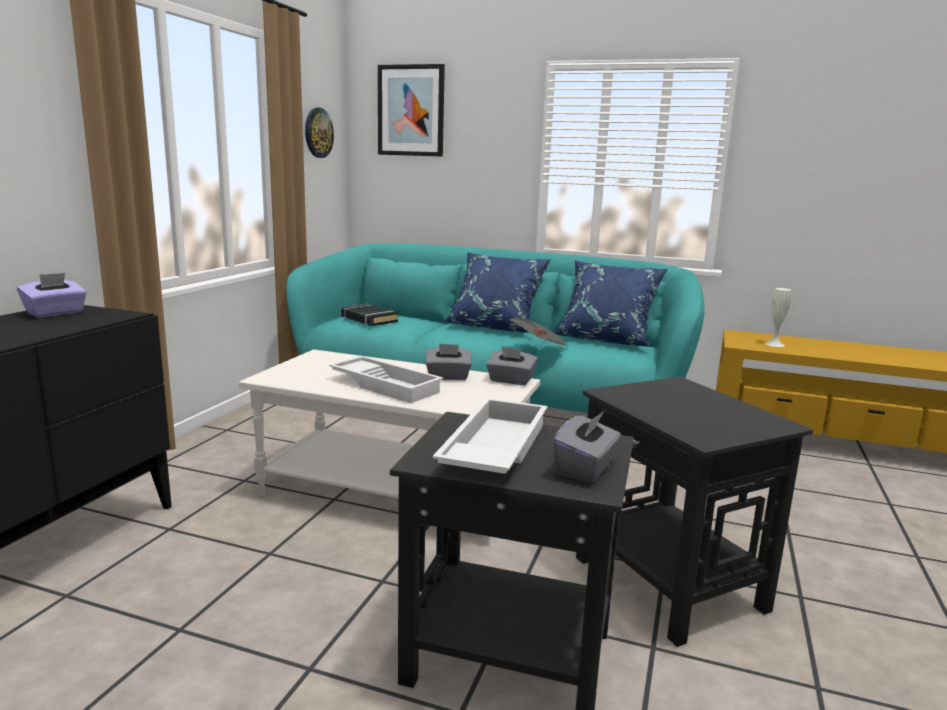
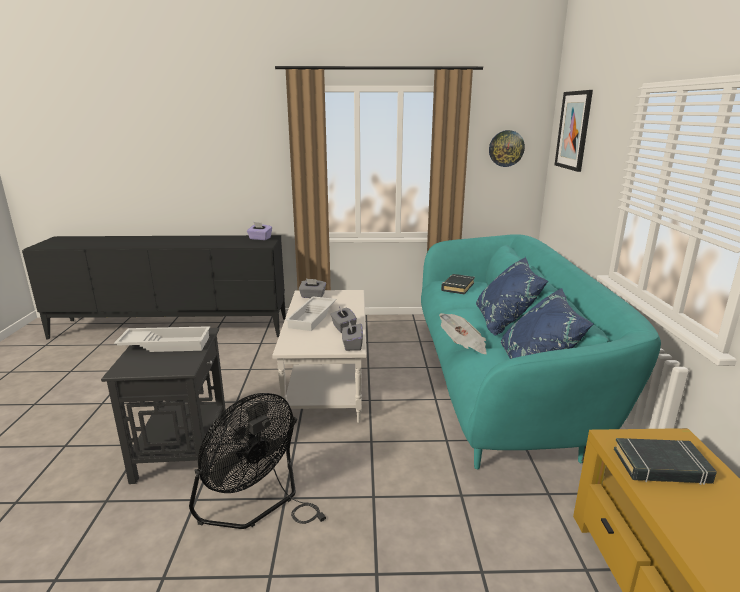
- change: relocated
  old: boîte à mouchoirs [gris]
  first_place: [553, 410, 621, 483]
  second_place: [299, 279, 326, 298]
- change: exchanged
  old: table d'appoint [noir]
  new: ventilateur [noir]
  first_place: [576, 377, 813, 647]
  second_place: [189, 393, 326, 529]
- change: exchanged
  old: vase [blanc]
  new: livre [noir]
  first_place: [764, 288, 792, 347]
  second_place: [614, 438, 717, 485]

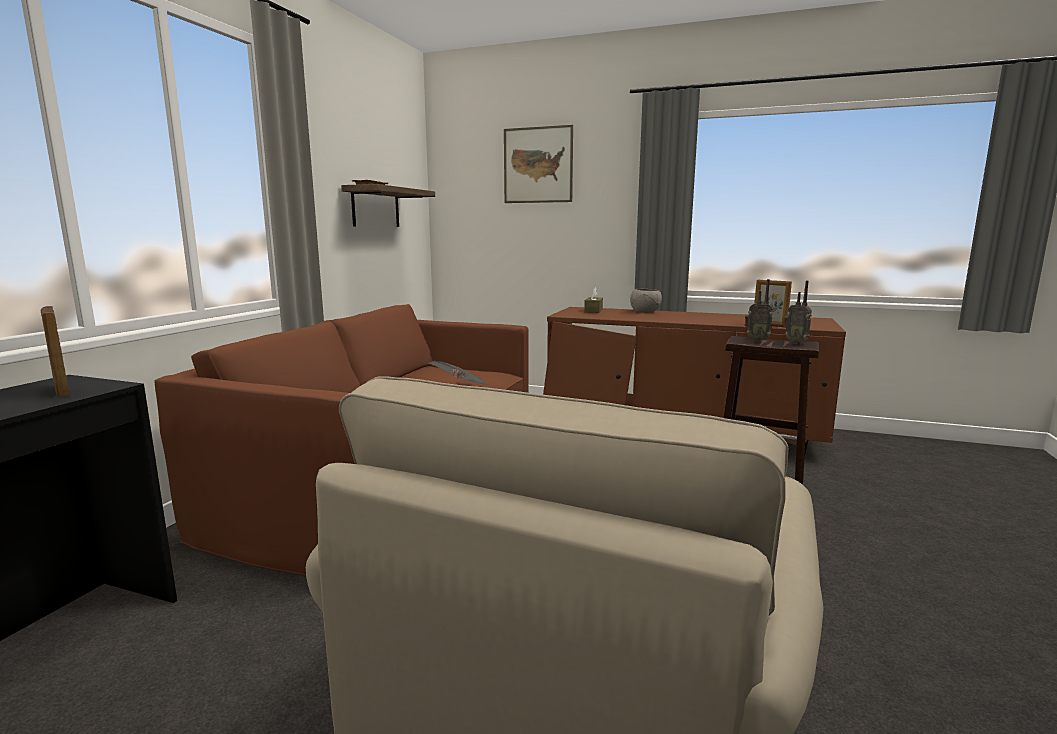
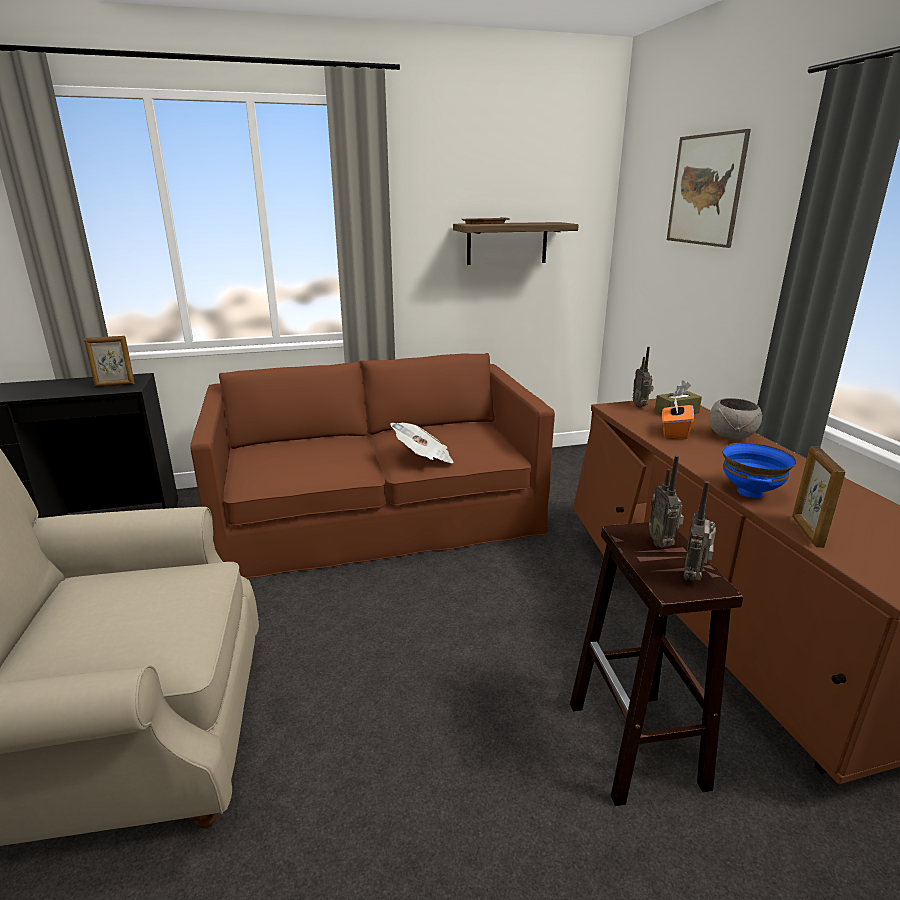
- change: spun
  old: cadre photo
  first_place: [41, 306, 70, 397]
  second_place: [84, 336, 135, 387]
  degrees: -120
- change: appeared
  new: radio
  second_place: [633, 347, 654, 408]
- change: appeared
  new: boîte à mouchoirs [orange]
  second_place: [662, 397, 694, 440]
- change: appeared
  new: bol [bleu]
  second_place: [722, 443, 796, 498]

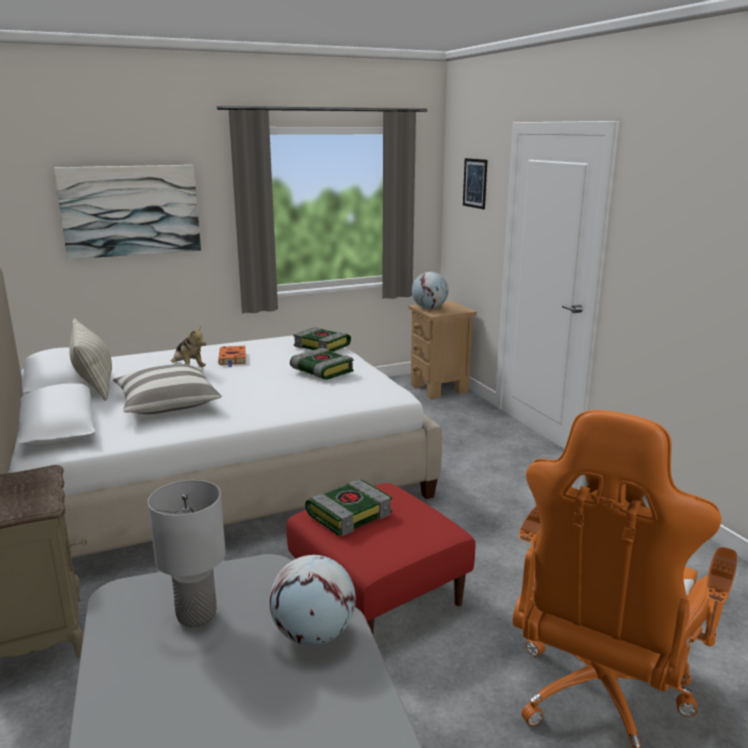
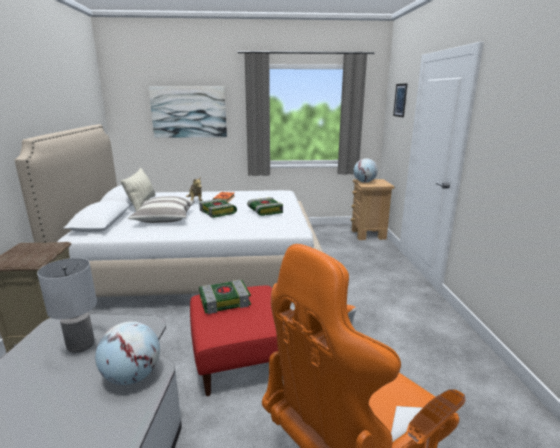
- change: relocated
  old: livre
  first_place: [293, 328, 351, 352]
  second_place: [199, 199, 237, 218]

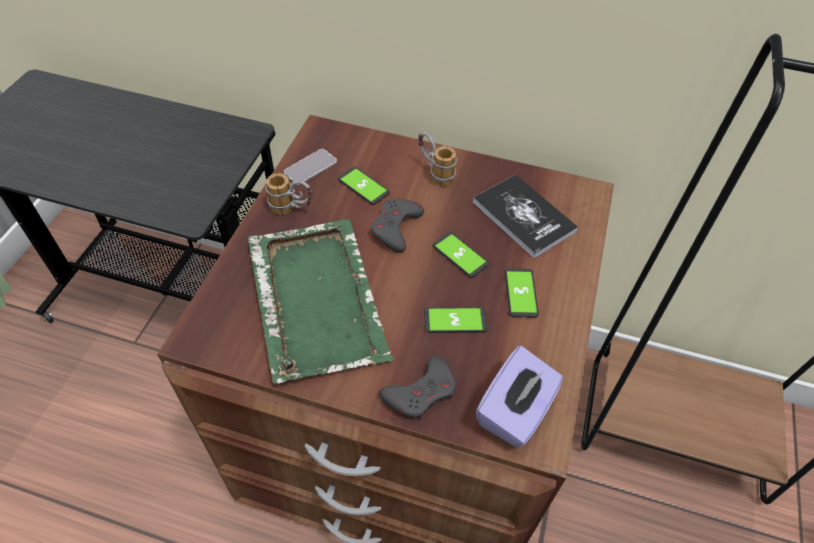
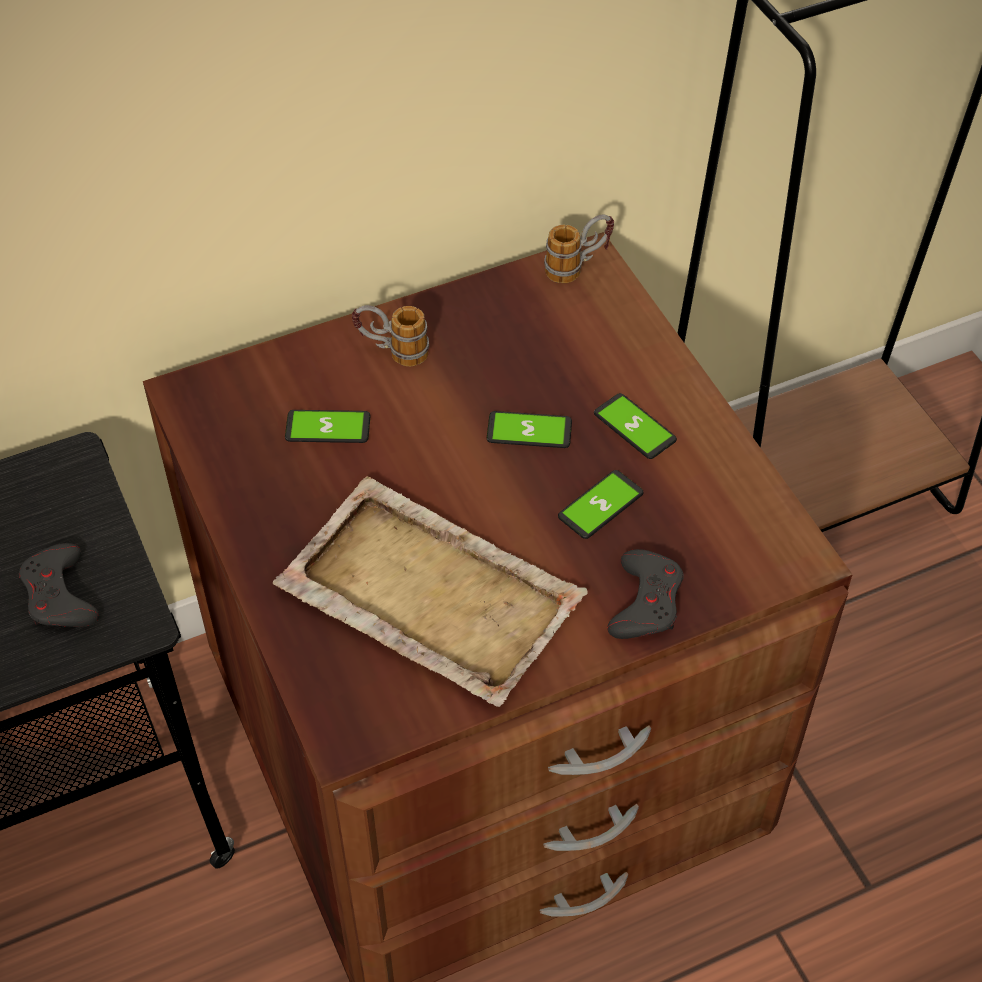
- change: colour
  old: plateau [vert]
  new: plateau [beige]
  first_place: [248, 219, 394, 384]
  second_place: [273, 476, 587, 707]
- change: relocated
  old: mug
  first_place: [266, 173, 313, 215]
  second_place: [544, 214, 614, 283]
- change: missing
  old: téléphone
  first_place: [284, 149, 337, 185]
- change: relocated
  old: manette [gris]
  first_place: [371, 199, 424, 253]
  second_place: [19, 543, 99, 627]
- change: missing
  old: livre
  first_place: [473, 174, 578, 258]
- change: missing
  old: boîte à mouchoirs [violet]
  first_place: [476, 346, 563, 447]

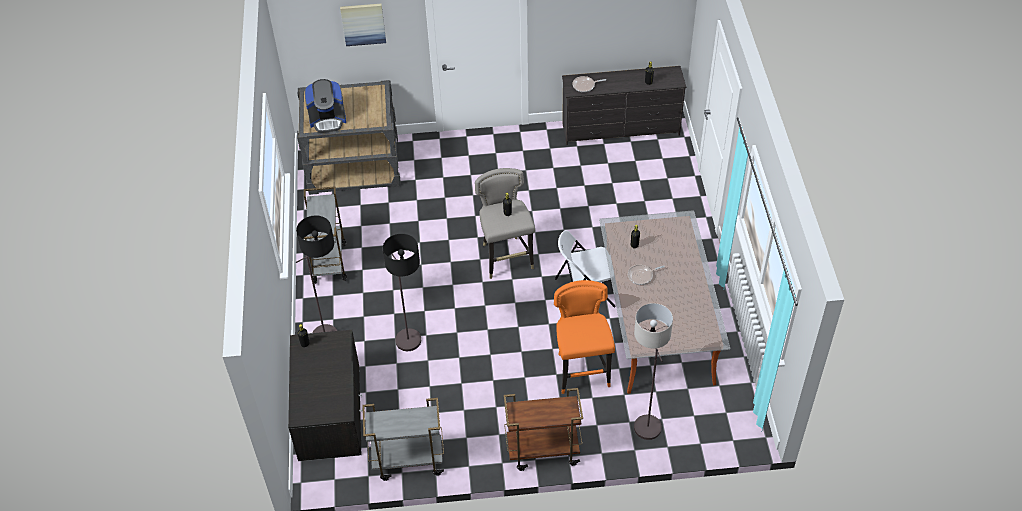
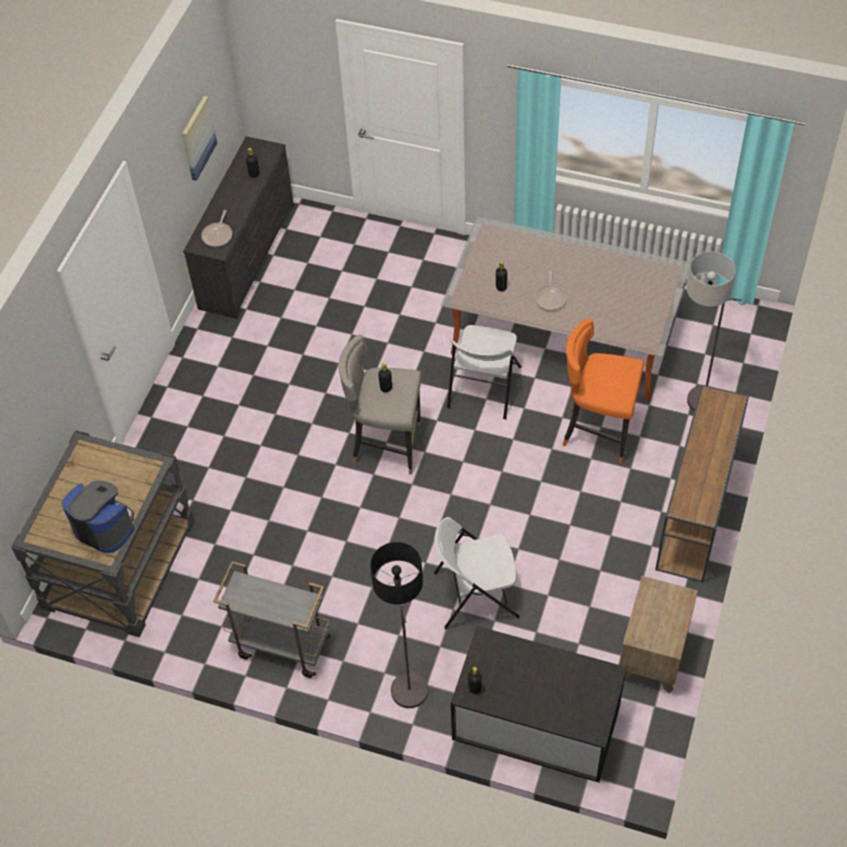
- change: spun
  old: machine à café
  first_place: [305, 79, 346, 133]
  second_place: [62, 480, 135, 553]
  degrees: -75
- change: relocated
  old: tableau
  first_place: [340, 4, 386, 46]
  second_place: [182, 96, 217, 181]
- change: exchanged
  old: chariot [gris]
  new: table de chevet [marron]
  first_place: [362, 398, 444, 481]
  second_place: [620, 576, 698, 693]
- change: exchanged
  old: lampadaire [noir]
  new: chaise [blanc]
  first_place: [383, 234, 421, 351]
  second_place: [434, 517, 520, 629]
- change: exchanged
  old: chariot [marron]
  new: table console [marron]
  first_place: [504, 388, 583, 471]
  second_place: [655, 385, 749, 582]

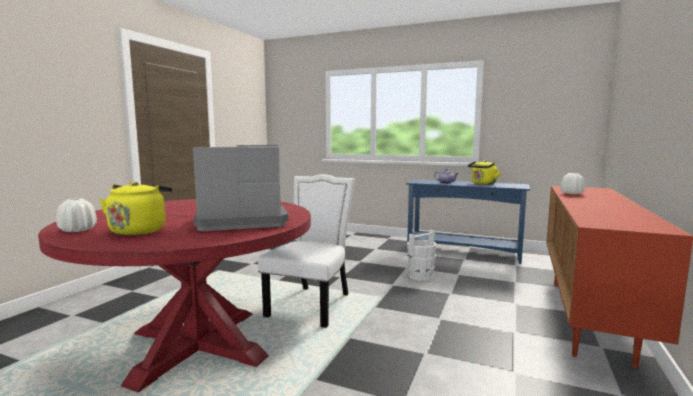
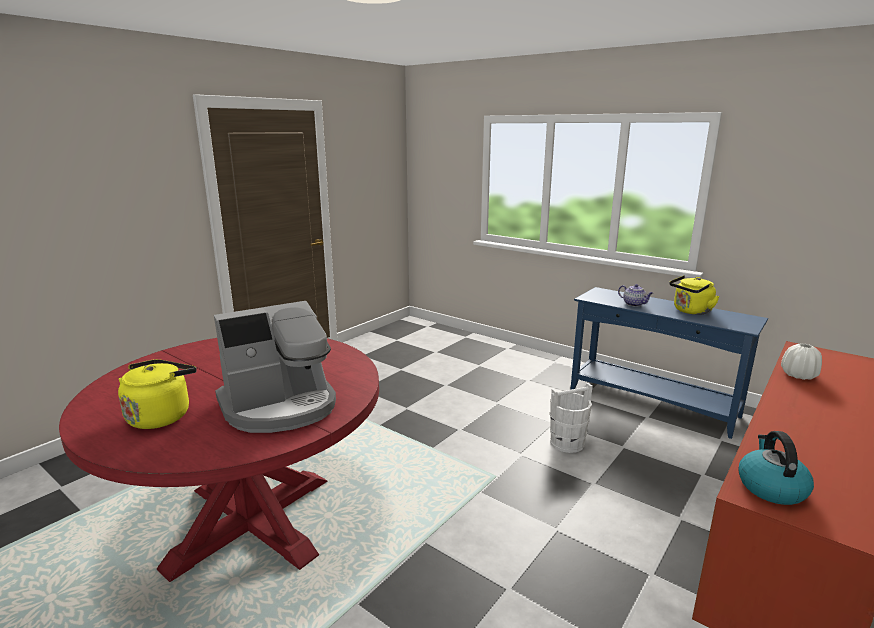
- change: missing
  old: vase [blanc]
  first_place: [56, 198, 97, 232]
- change: spun
  old: machine à café
  first_place: [193, 145, 288, 231]
  second_place: [214, 301, 336, 433]
  degrees: 150
- change: missing
  old: chaise [blanc]
  first_place: [258, 174, 355, 328]
- change: appeared
  new: bouilloire
  second_place: [738, 431, 814, 505]

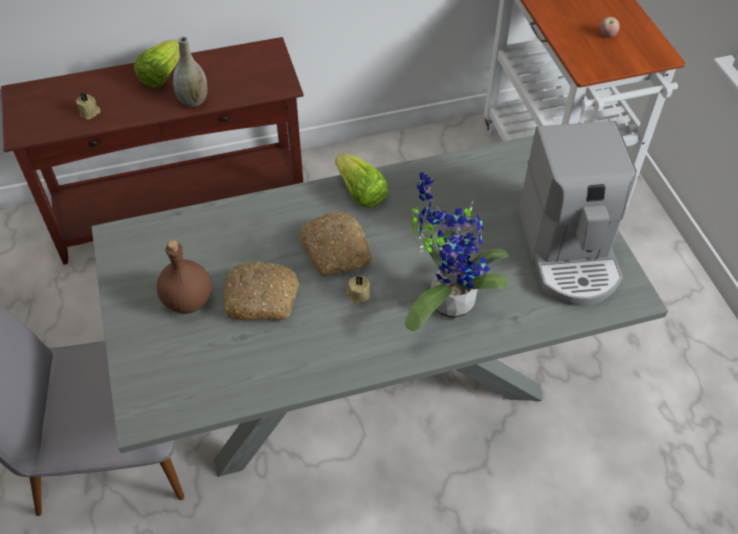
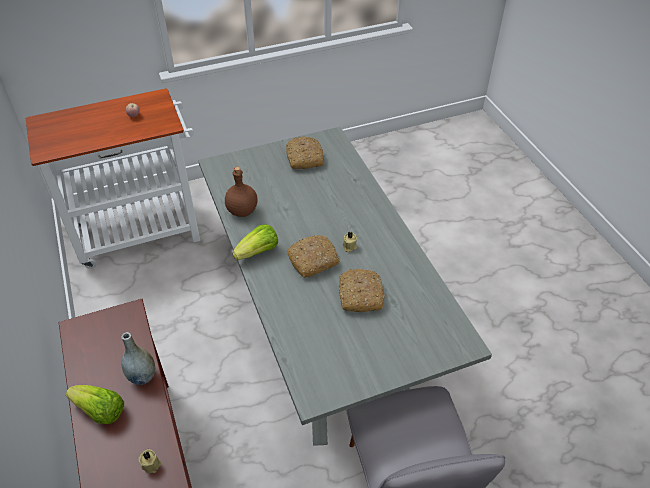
- change: relocated
  old: bouteille [marron]
  first_place: [157, 240, 212, 314]
  second_place: [225, 167, 257, 217]
- change: missing
  old: plante en pot
  first_place: [405, 172, 508, 331]
- change: exchanged
  old: machine à café
  new: pain
  first_place: [519, 121, 637, 306]
  second_place: [286, 136, 324, 169]

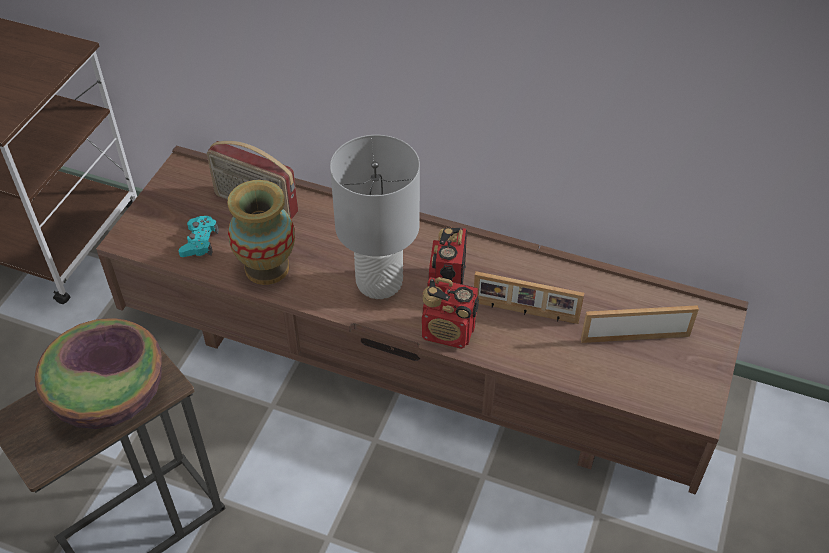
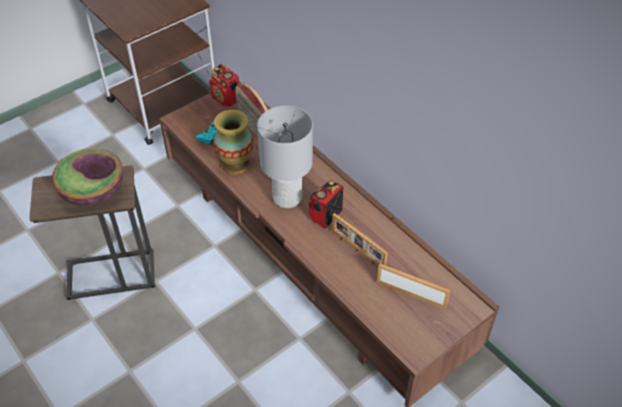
- change: relocated
  old: radio
  first_place: [422, 277, 479, 349]
  second_place: [209, 64, 239, 107]

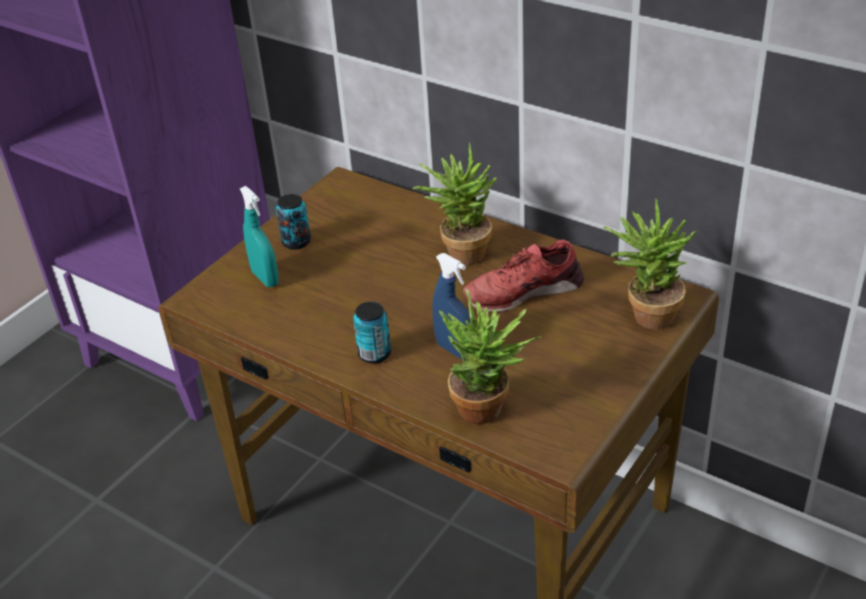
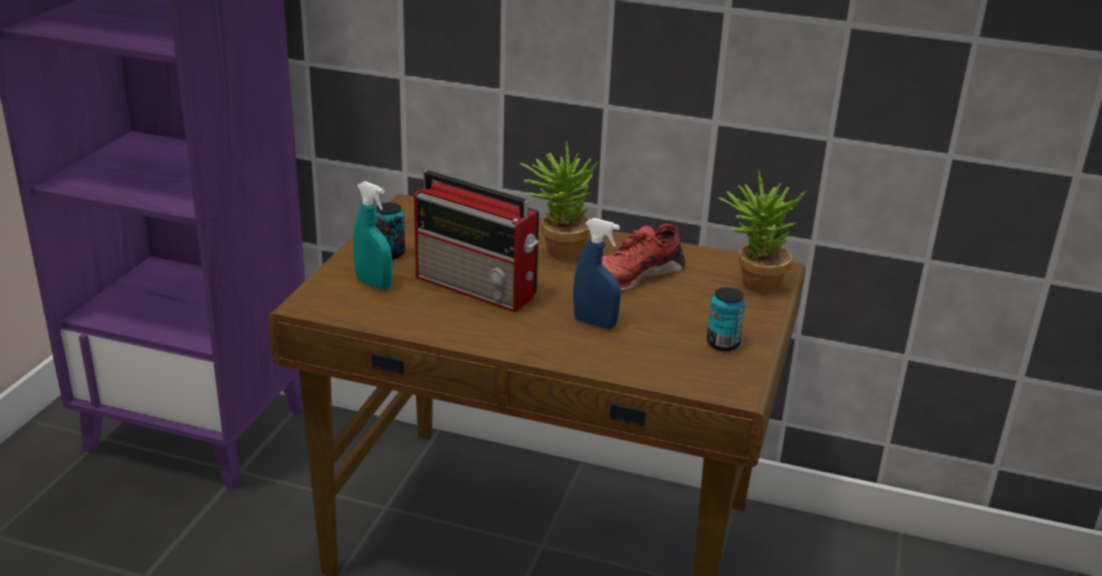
- change: relocated
  old: boîte métallique
  first_place: [353, 302, 391, 364]
  second_place: [707, 287, 745, 351]
- change: missing
  old: plante en pot
  first_place: [439, 289, 541, 424]
- change: appeared
  new: radio
  second_place: [414, 170, 539, 312]

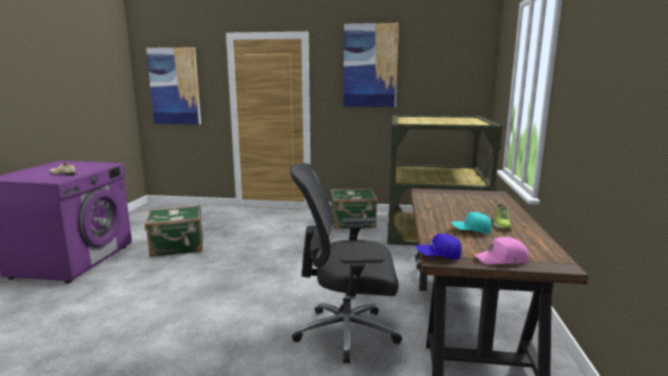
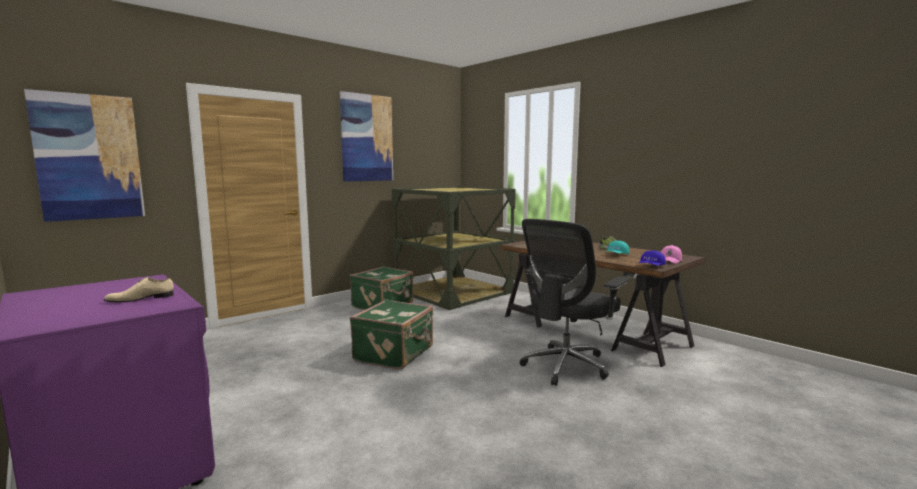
- change: relocated
  old: valise [vert]
  first_place: [145, 205, 203, 257]
  second_place: [350, 299, 433, 370]

